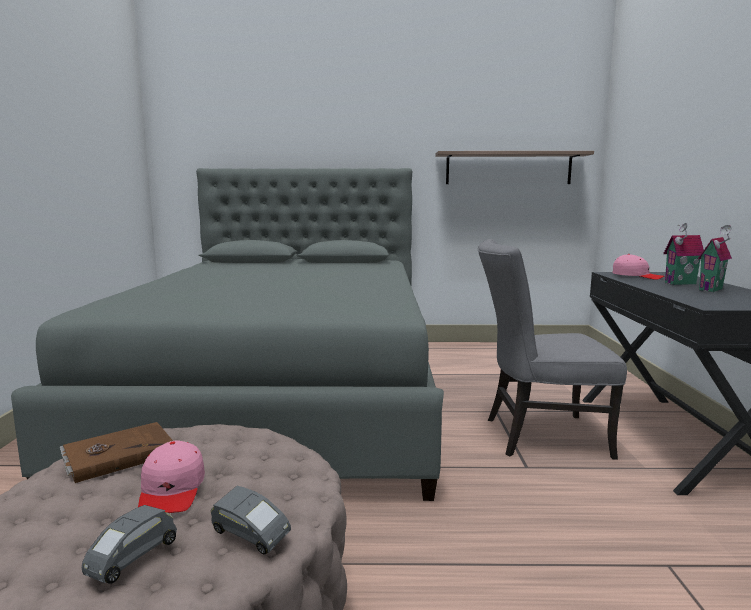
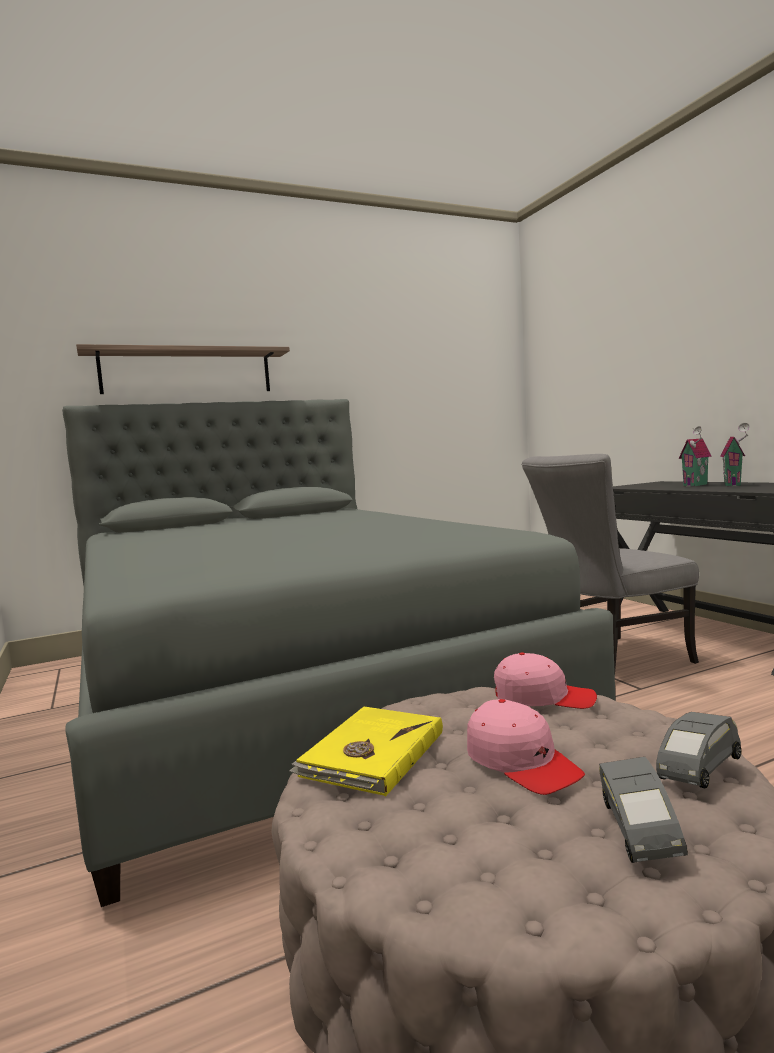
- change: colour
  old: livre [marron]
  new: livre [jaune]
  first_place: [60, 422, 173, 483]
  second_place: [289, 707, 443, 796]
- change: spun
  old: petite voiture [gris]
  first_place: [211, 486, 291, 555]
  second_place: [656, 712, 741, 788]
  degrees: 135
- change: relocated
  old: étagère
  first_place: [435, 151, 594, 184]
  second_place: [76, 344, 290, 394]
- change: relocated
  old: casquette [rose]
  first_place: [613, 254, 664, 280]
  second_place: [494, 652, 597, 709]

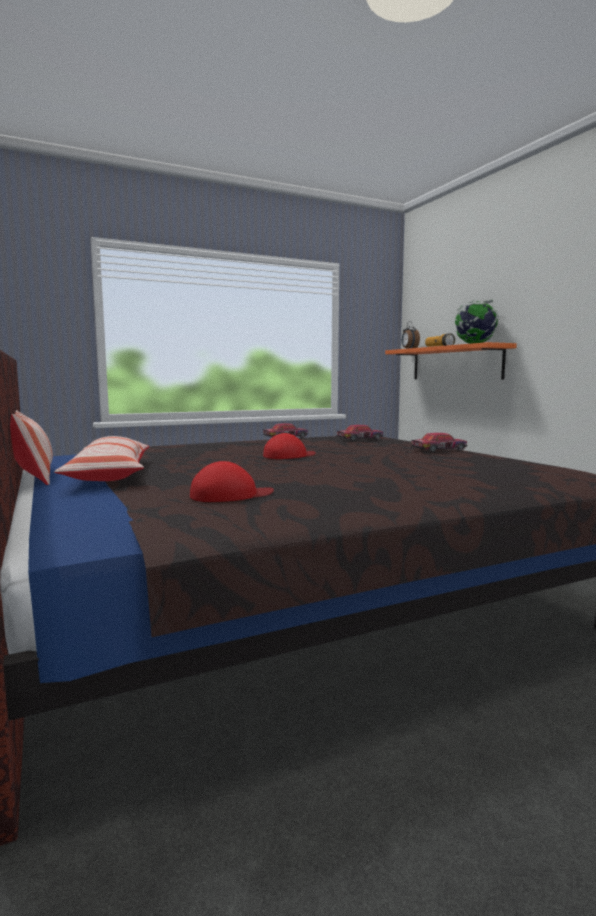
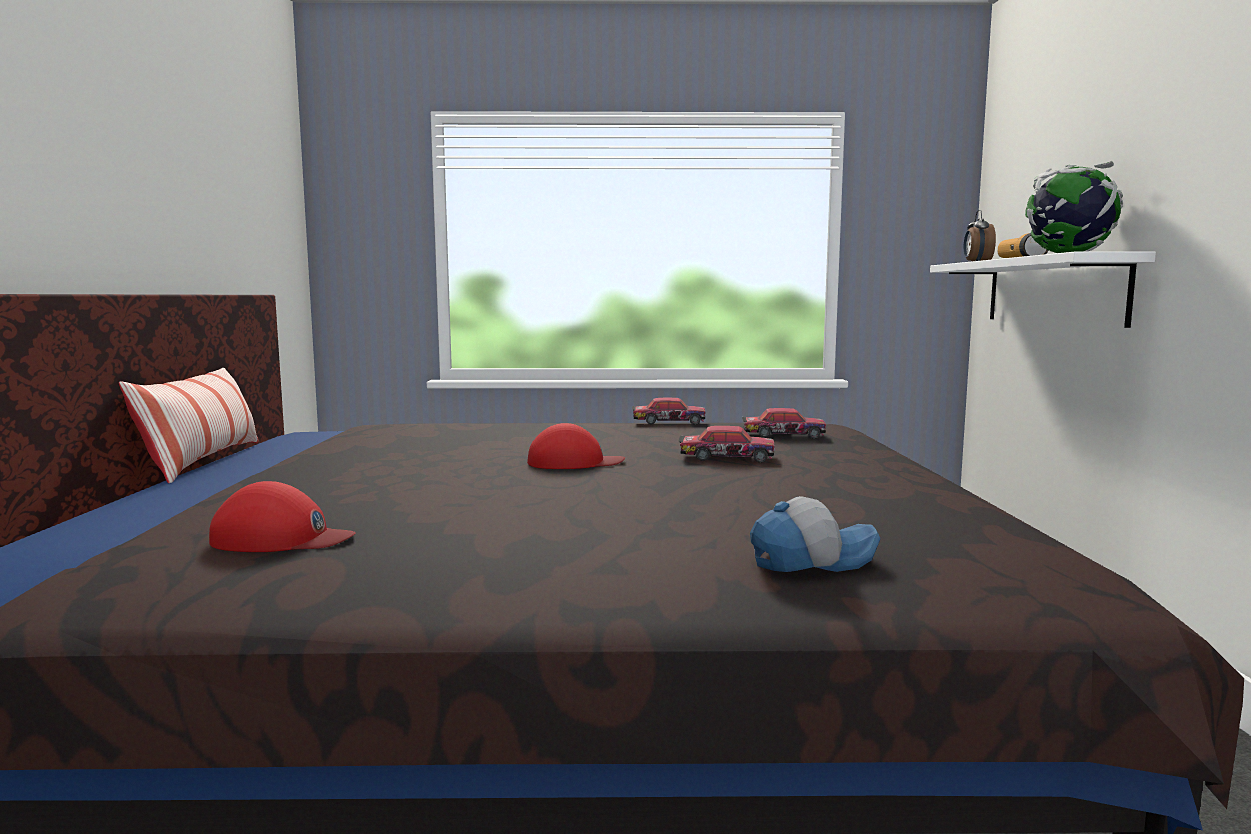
- change: missing
  old: coussin
  first_place: [54, 436, 149, 481]
- change: colour
  old: étagère [orange]
  new: étagère [blanc]
  first_place: [385, 342, 517, 379]
  second_place: [930, 251, 1156, 328]
- change: relocated
  old: petite voiture
  first_place: [411, 433, 467, 452]
  second_place: [678, 426, 775, 463]
- change: appeared
  new: casquette
  second_place: [750, 496, 880, 572]

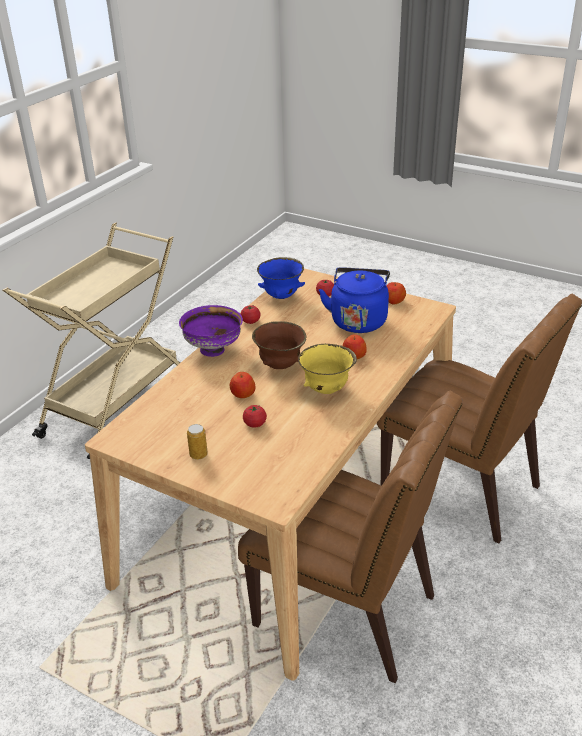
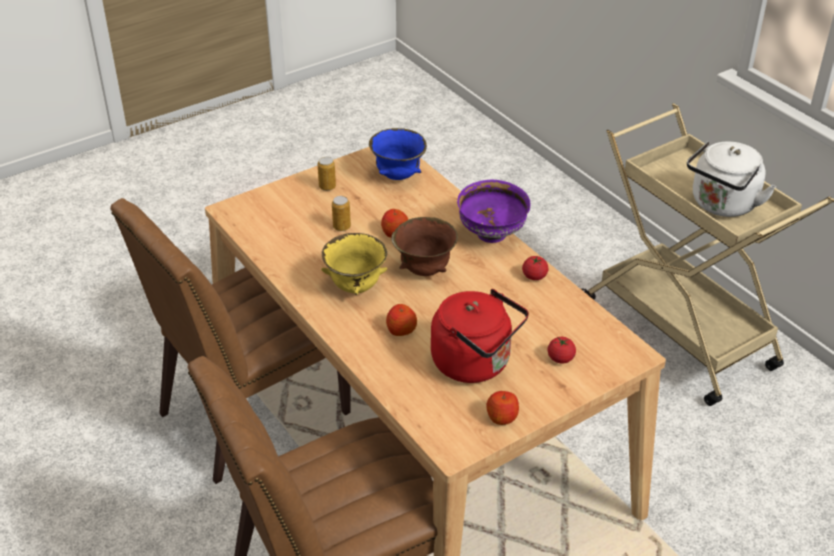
- change: exchanged
  old: tomate
  new: boîte métallique
  first_place: [243, 405, 267, 428]
  second_place: [332, 196, 351, 231]
- change: relocated
  old: bol [bleu]
  first_place: [257, 257, 305, 299]
  second_place: [369, 128, 427, 180]
- change: colour
  old: bouilloire [bleu]
  new: bouilloire [rouge]
  first_place: [319, 267, 390, 333]
  second_place: [431, 289, 529, 383]
- change: appeared
  new: bouilloire [blanc]
  second_place: [687, 141, 776, 217]

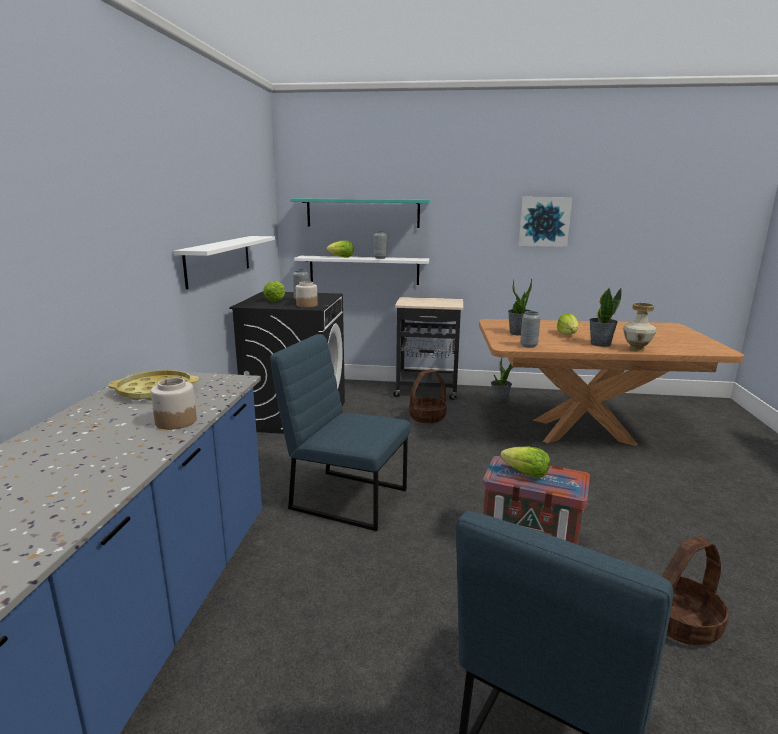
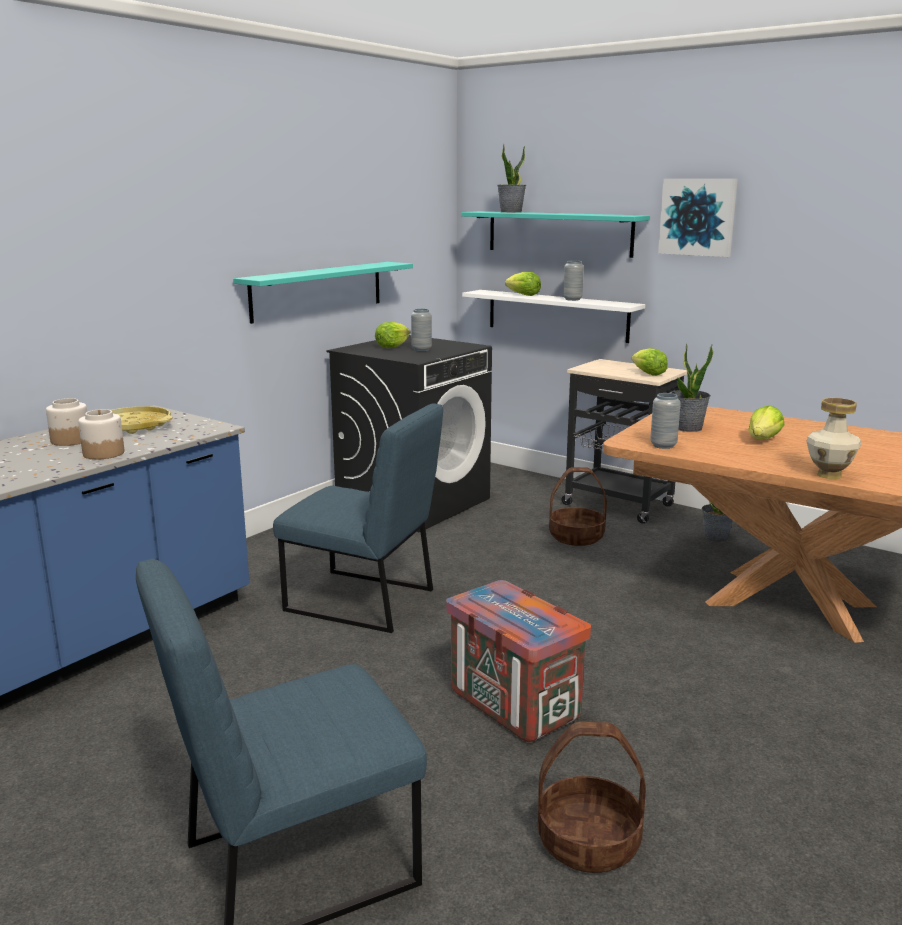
- change: colour
  old: étagère [blanc]
  new: étagère [turquoise]
  first_place: [174, 236, 275, 289]
  second_place: [233, 262, 413, 324]
- change: spun
  old: chaise [bleu]
  first_place: [270, 334, 411, 531]
  second_place: [273, 403, 443, 633]
  degrees: 150
- change: relocated
  old: bocal
  first_place: [296, 281, 318, 308]
  second_place: [46, 398, 87, 446]
- change: relocated
  old: laitue
  first_place: [500, 446, 550, 478]
  second_place: [632, 348, 668, 376]
- change: relocated
  old: tableau
  first_place: [518, 197, 572, 247]
  second_place: [658, 179, 738, 257]
- change: relocated
  old: plante en pot
  first_place: [589, 288, 622, 347]
  second_place: [498, 144, 526, 213]

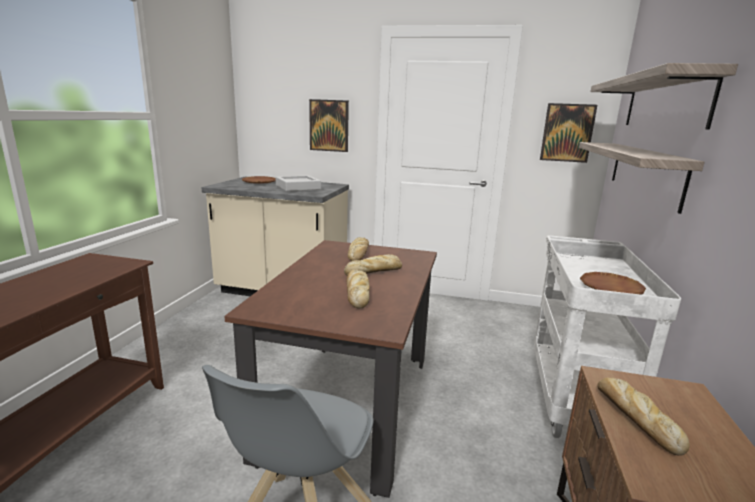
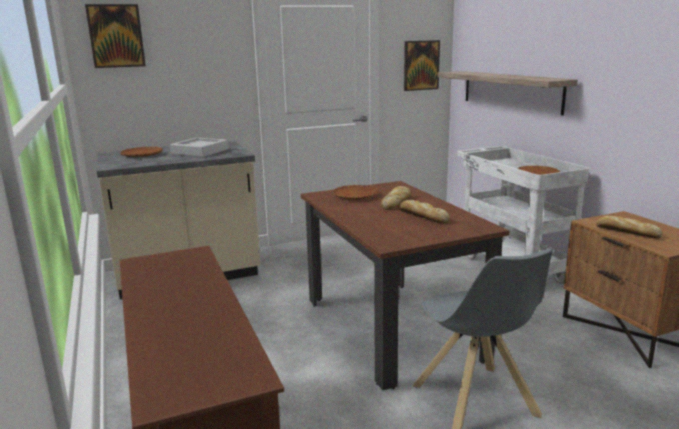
- change: relocated
  old: tableau
  first_place: [309, 99, 349, 152]
  second_place: [85, 4, 146, 68]
- change: exchanged
  old: pain
  new: assiette [marron]
  first_place: [348, 237, 369, 261]
  second_place: [333, 185, 379, 199]
- change: missing
  old: étagère
  first_place: [591, 63, 738, 130]

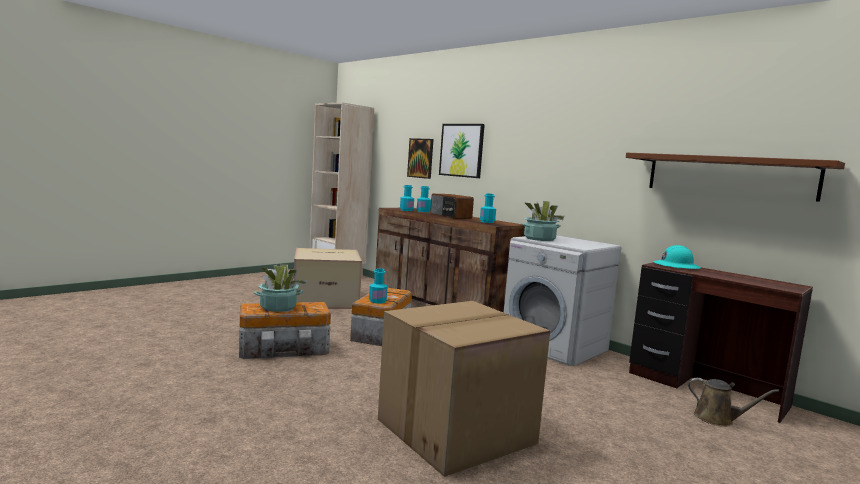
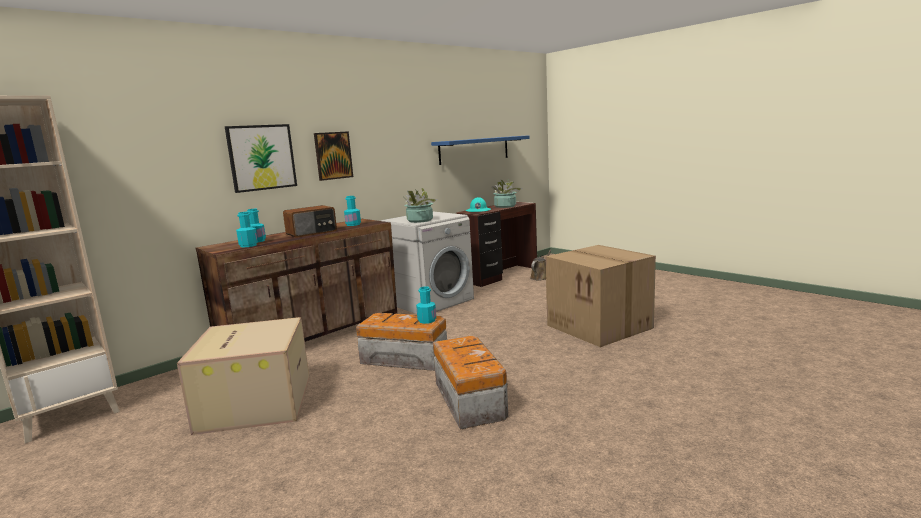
- change: relocated
  old: plante en pot
  first_place: [254, 265, 307, 312]
  second_place: [491, 179, 522, 208]
- change: relocated
  old: tableau
  first_place: [407, 138, 434, 179]
  second_place: [314, 131, 353, 181]
- change: colour
  old: étagère [marron]
  new: étagère [bleu]
  first_place: [626, 153, 845, 202]
  second_place: [431, 135, 530, 165]

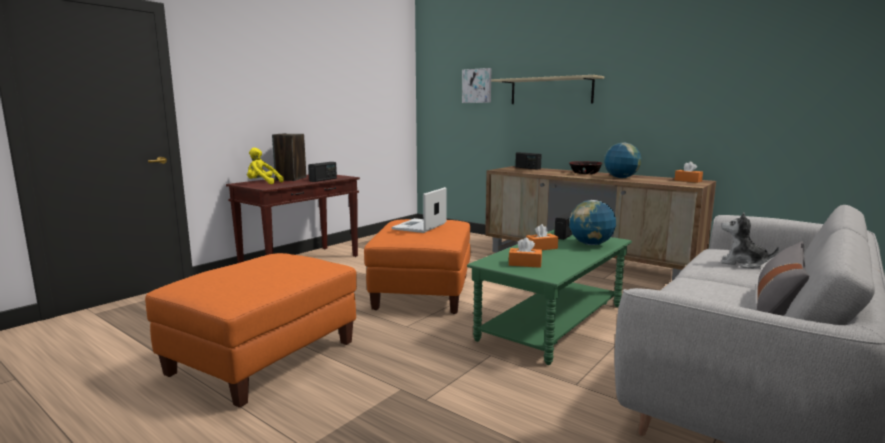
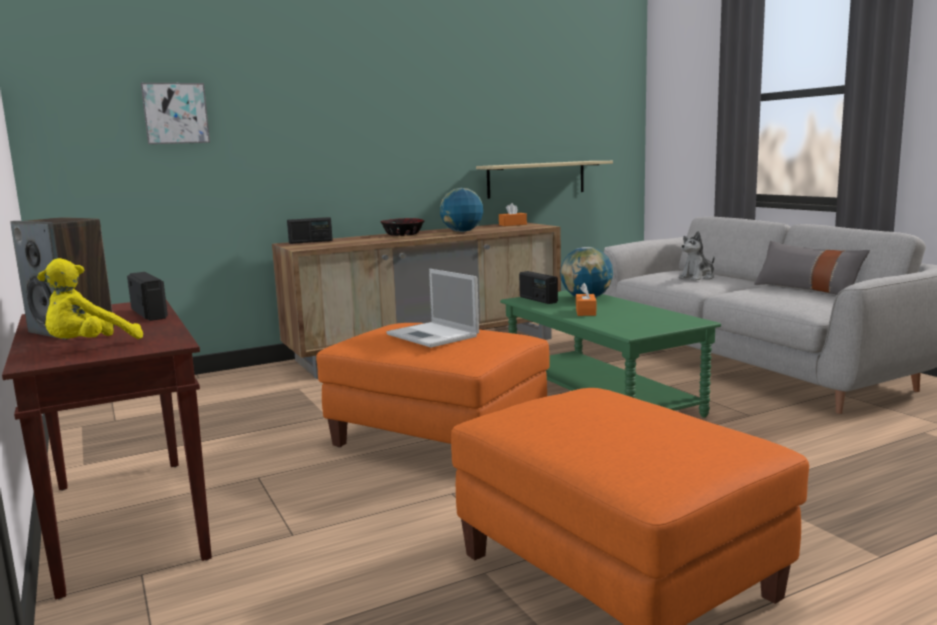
- change: relocated
  old: étagère
  first_place: [491, 75, 604, 104]
  second_place: [476, 161, 613, 199]
- change: missing
  old: boîte à mouchoirs [orange]
  first_place: [509, 238, 542, 268]

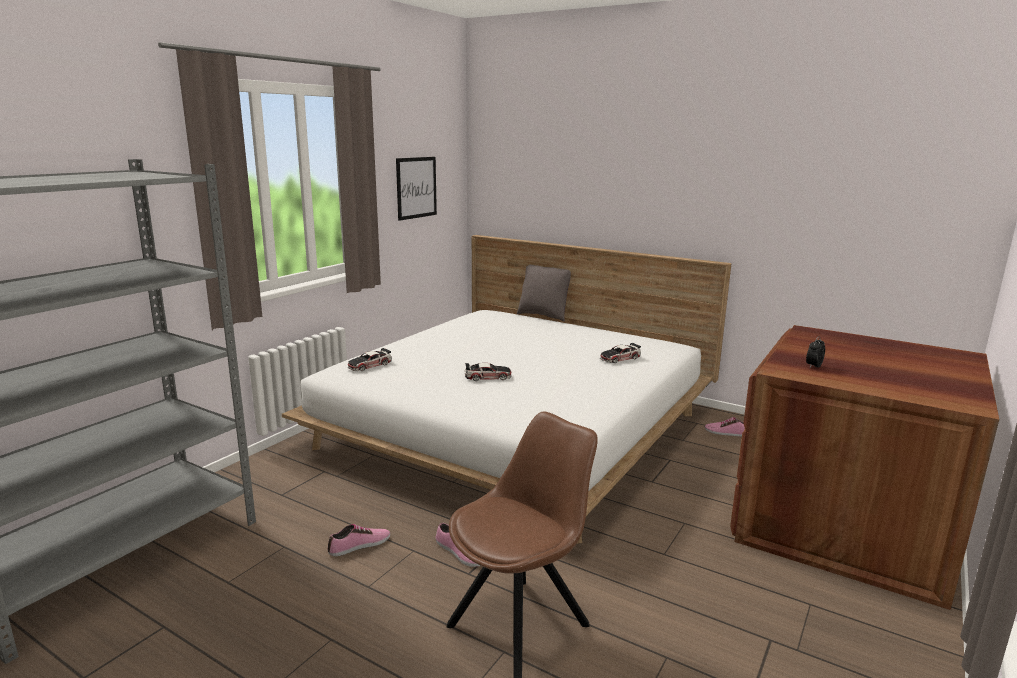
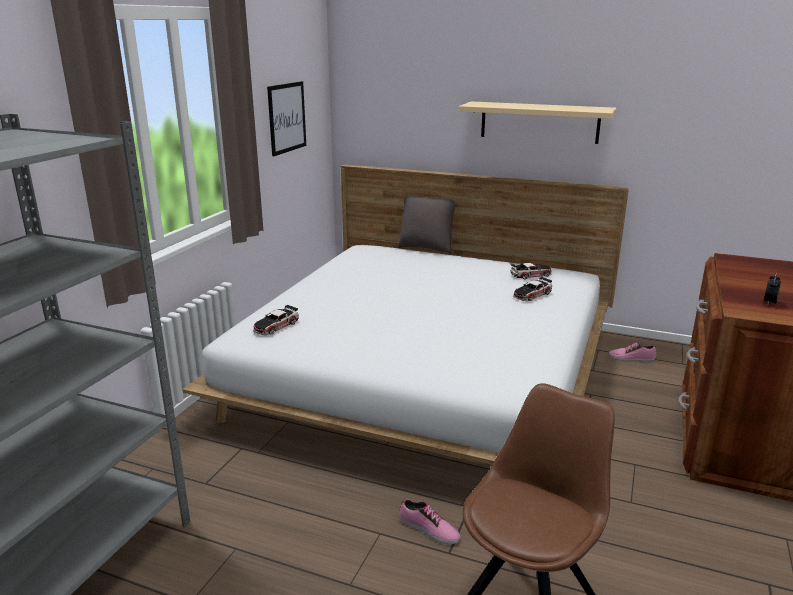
- change: missing
  old: chaussure
  first_place: [328, 524, 390, 556]
- change: relocated
  old: petite voiture
  first_place: [465, 363, 512, 381]
  second_place: [511, 263, 552, 279]
- change: appeared
  new: étagère [beige]
  second_place: [459, 101, 616, 144]

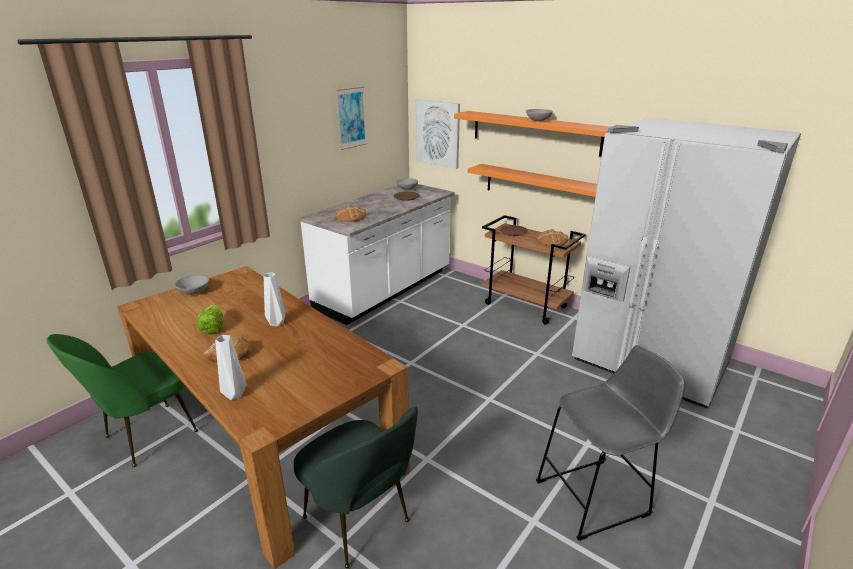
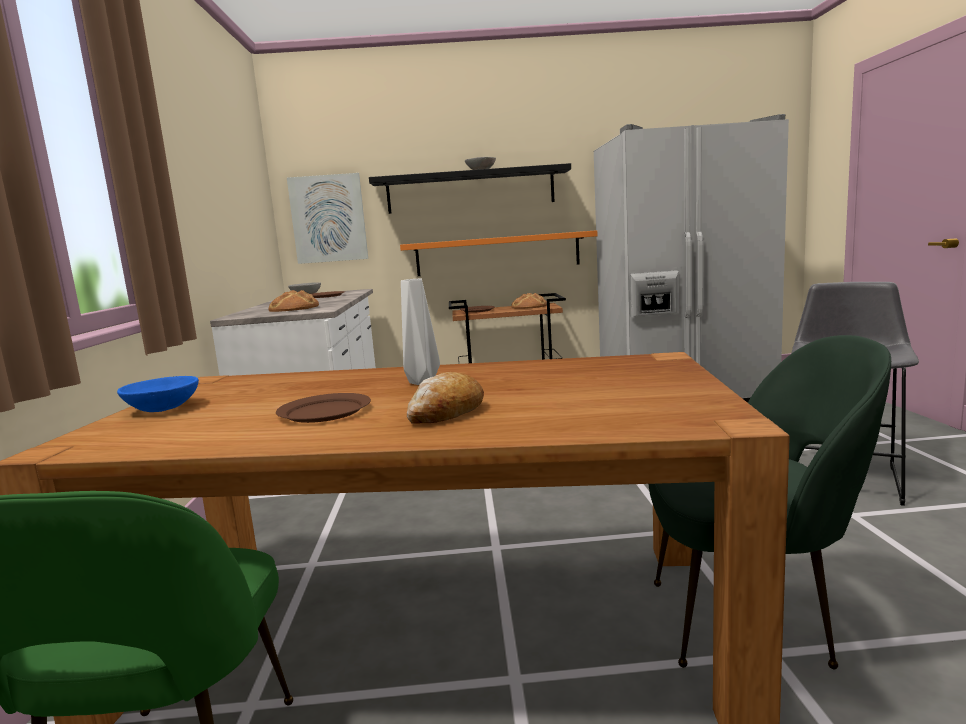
- change: colour
  old: bol [gris]
  new: bol [bleu]
  first_place: [175, 275, 210, 295]
  second_place: [117, 376, 199, 412]
- change: exchanged
  old: laitue
  new: assiette [marron]
  first_place: [196, 304, 224, 335]
  second_place: [276, 393, 371, 423]
- change: missing
  old: vase [blanc]
  first_place: [215, 335, 246, 400]
- change: missing
  old: tableau
  first_place: [336, 86, 367, 150]
- change: colour
  old: étagère [orange]
  new: étagère [noir]
  first_place: [454, 111, 610, 157]
  second_place: [369, 163, 571, 214]

